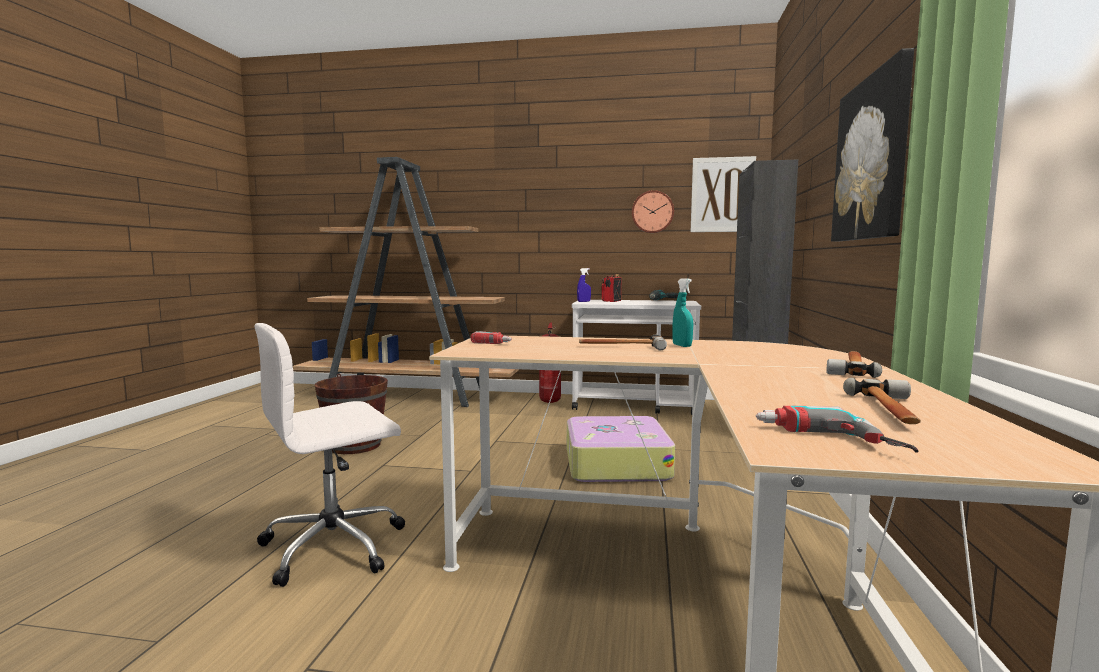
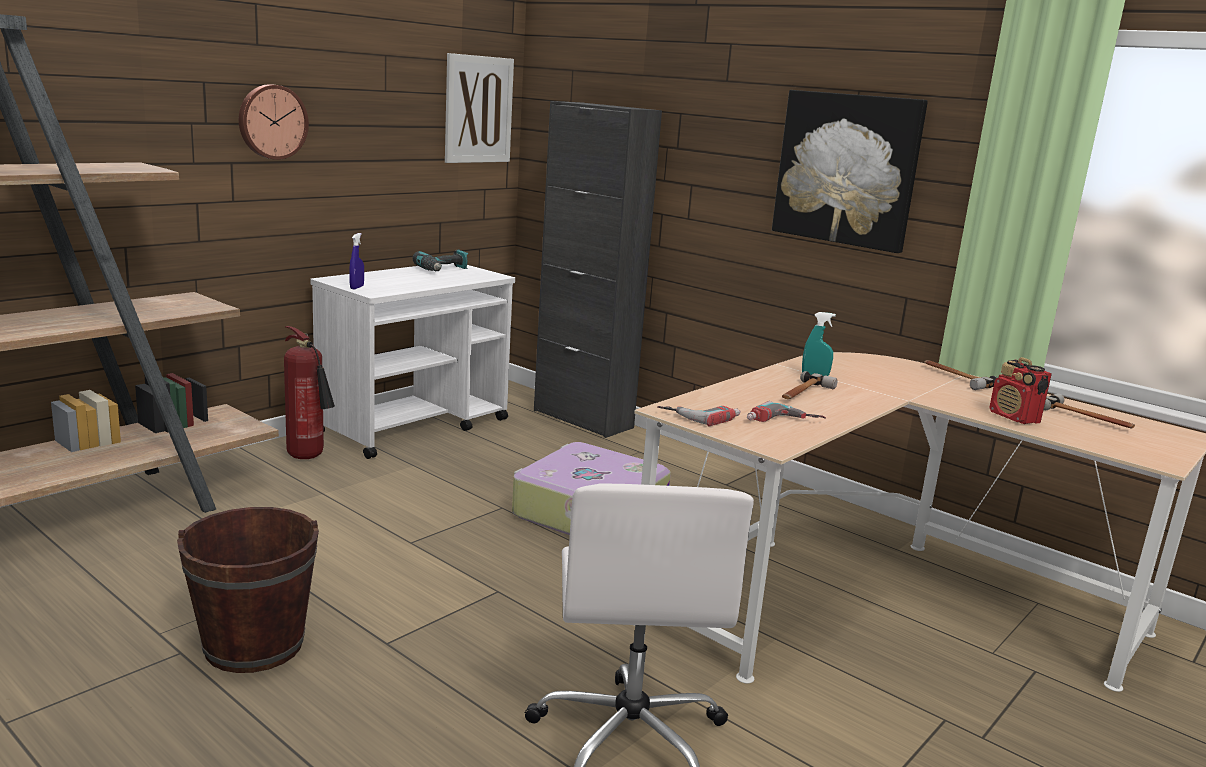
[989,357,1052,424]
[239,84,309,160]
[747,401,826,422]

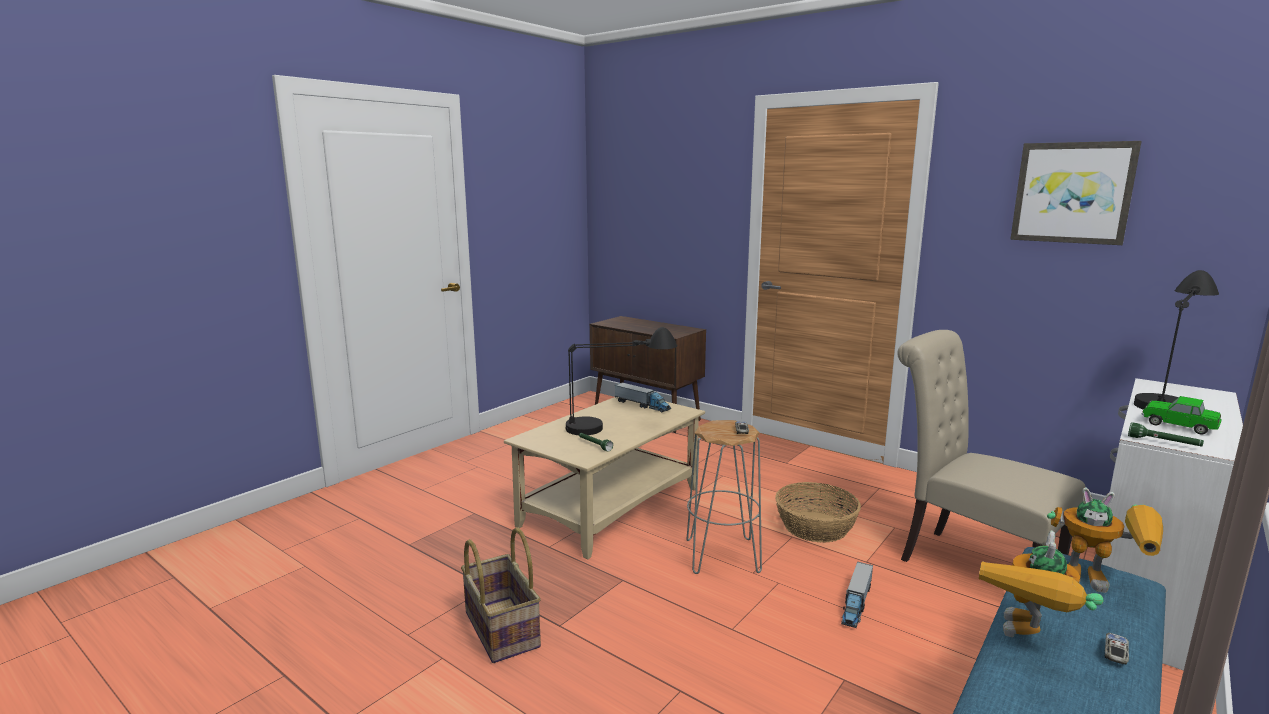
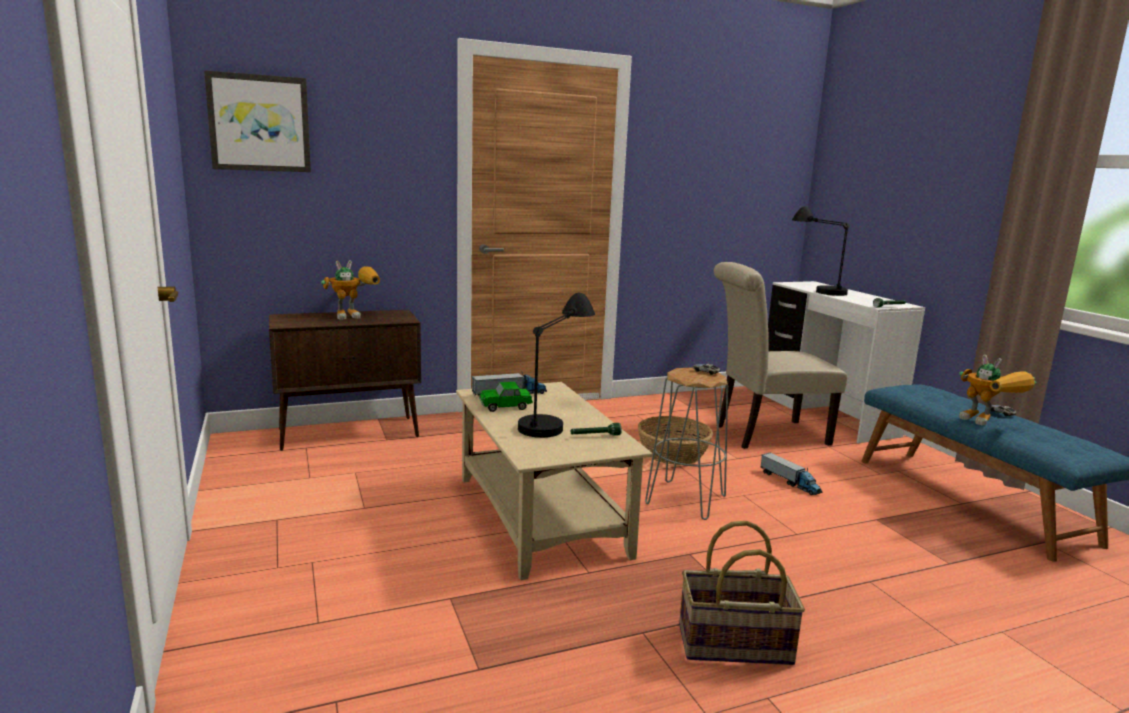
[204,70,311,172]
[321,260,380,320]
[479,382,533,412]

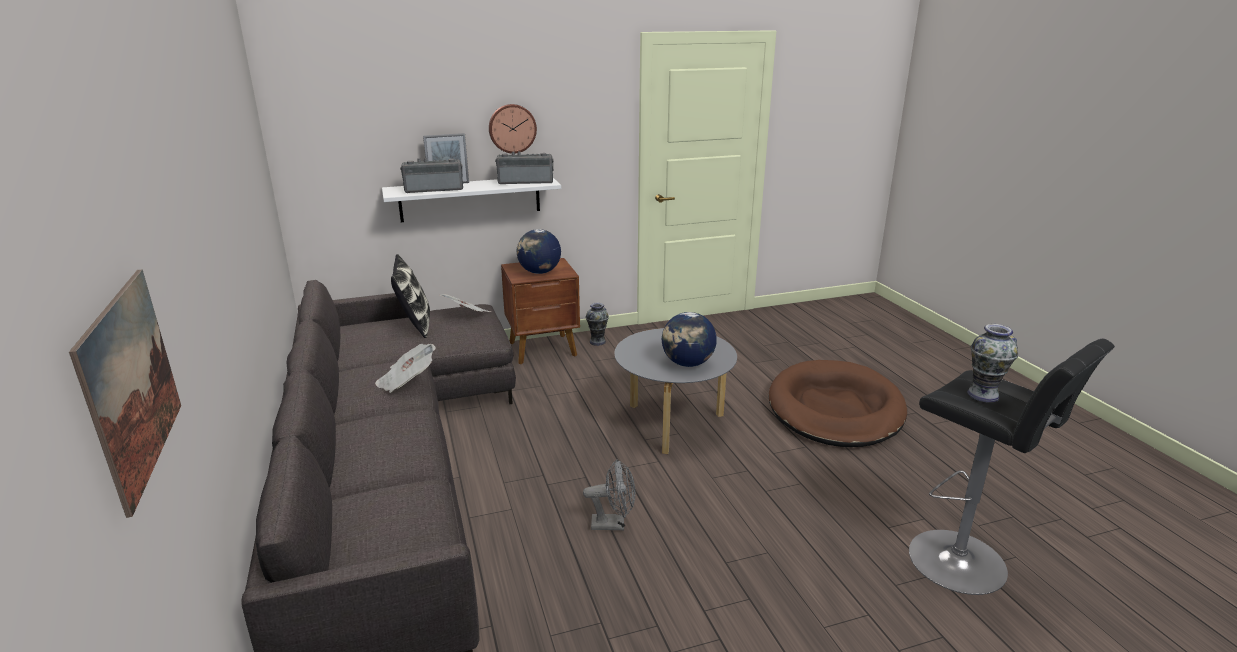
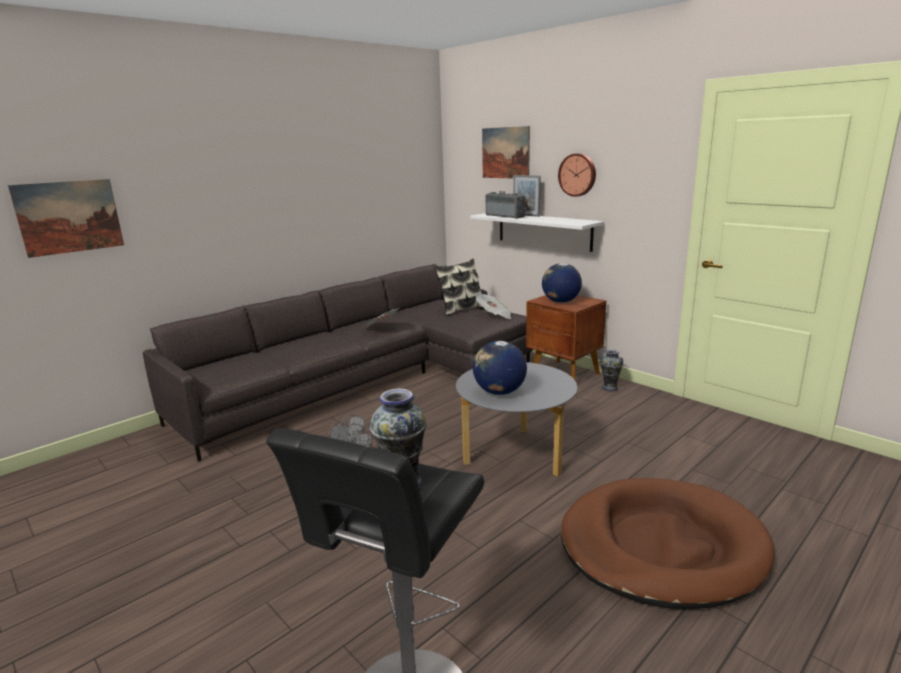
[495,151,554,185] (first image)
[482,126,530,179]

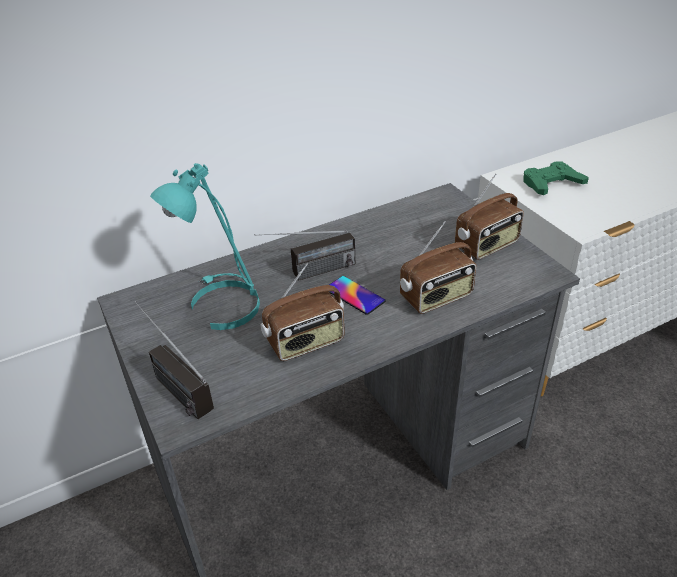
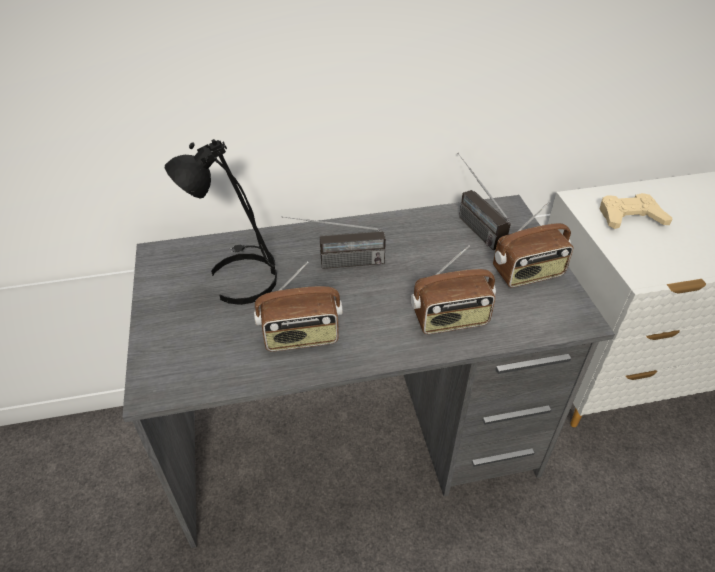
[458,153,511,250]
[165,139,277,305]
[329,276,386,315] (first image)
[600,193,672,229]

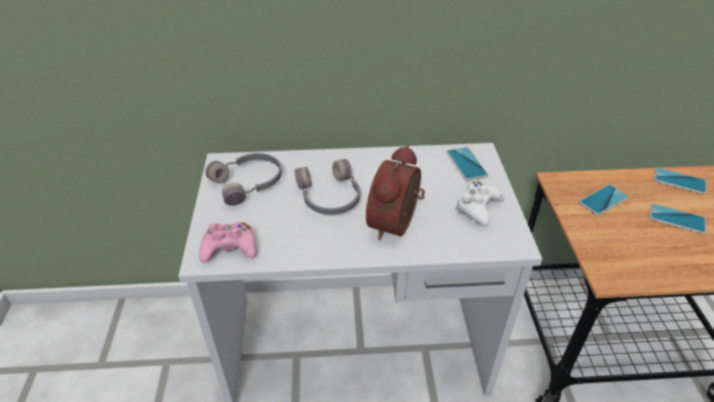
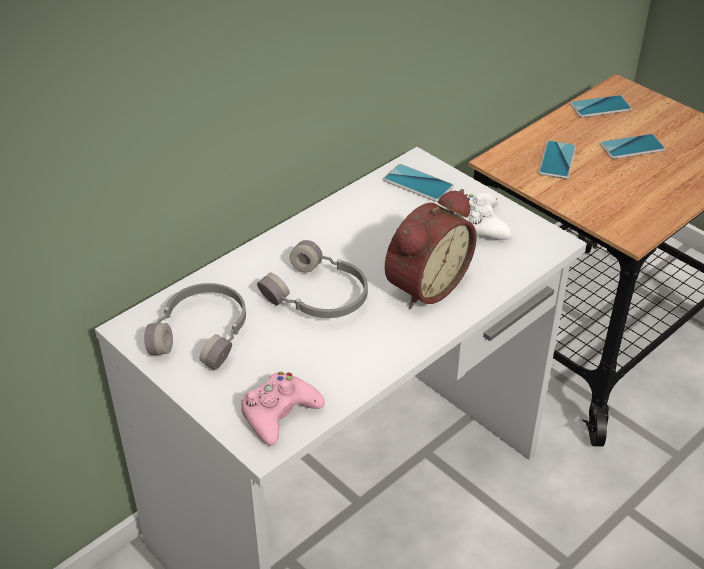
[385,189,477,309]

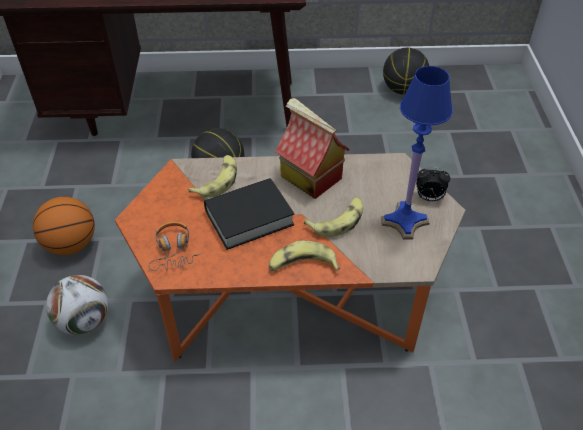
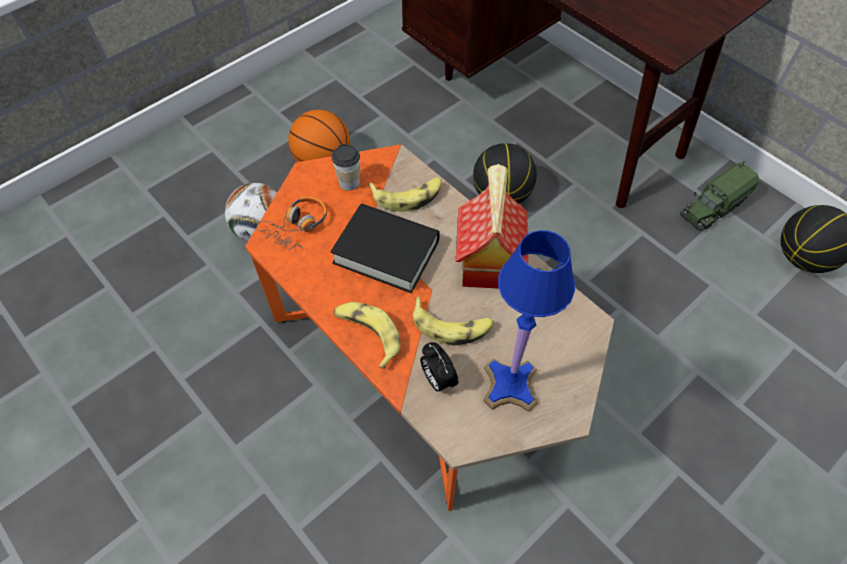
[420,342,459,392]
[332,144,360,191]
[680,161,760,230]

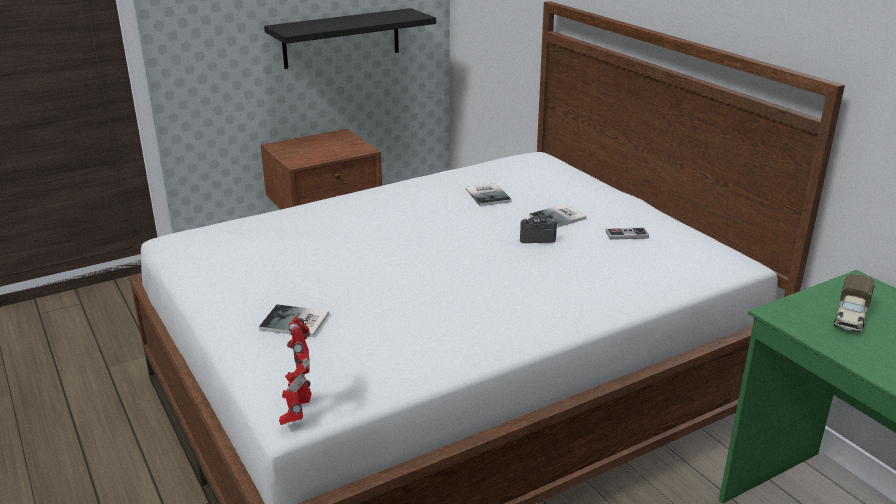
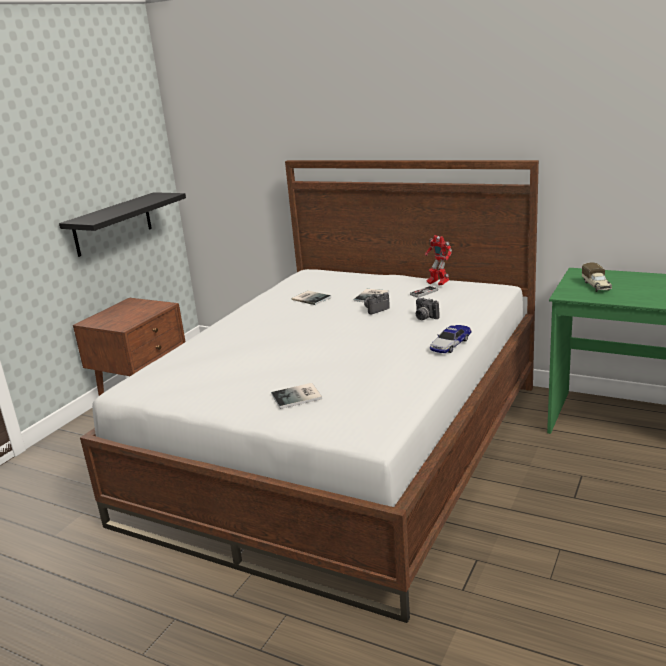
[425,235,452,286]
[416,297,440,320]
[430,325,472,353]

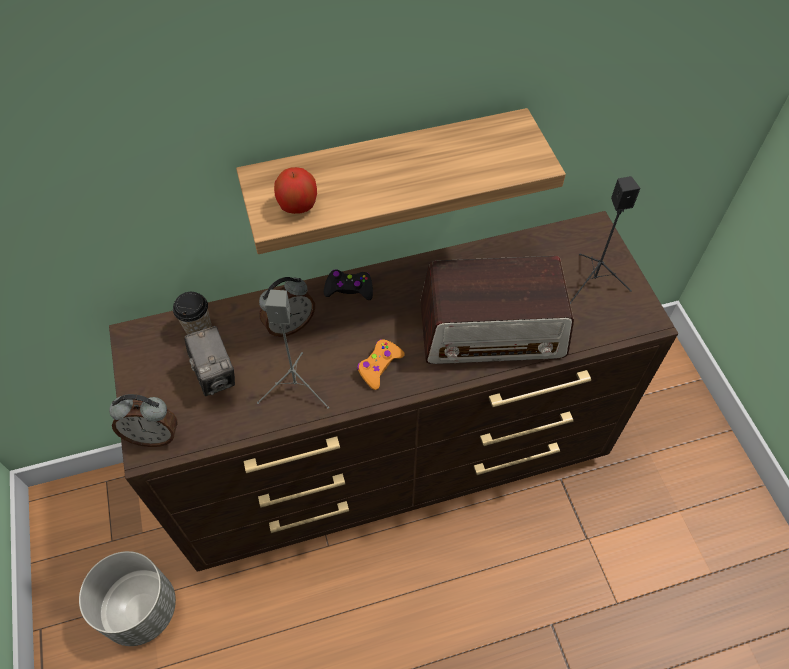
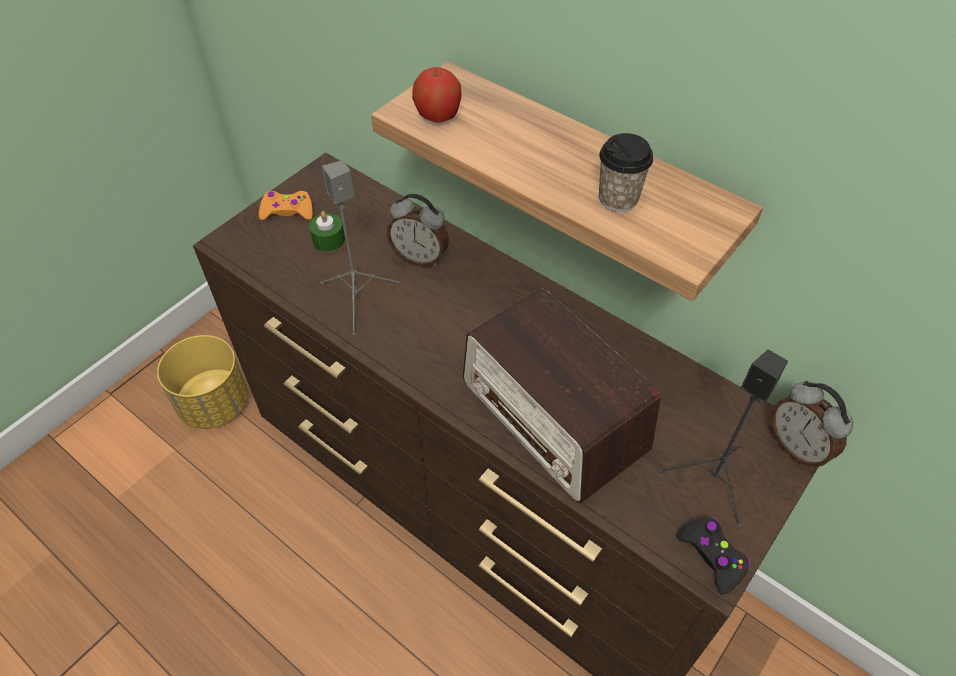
[157,335,248,429]
[771,381,853,467]
[599,133,653,212]
[309,211,345,252]
[676,517,750,595]
[259,191,313,221]

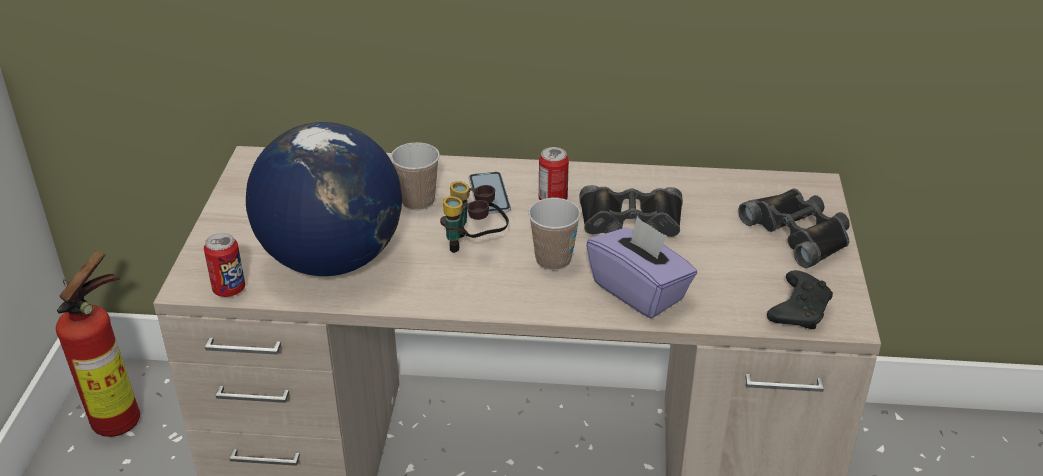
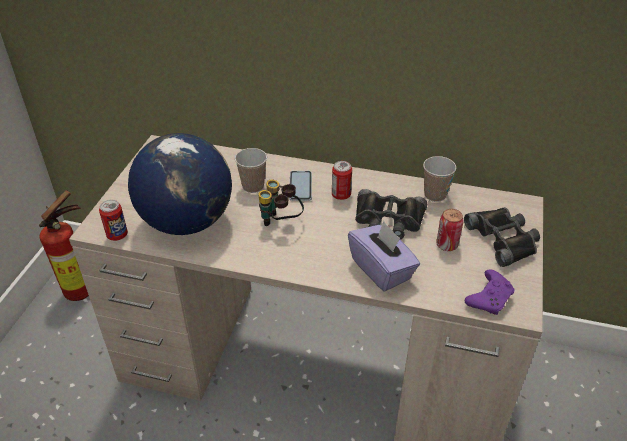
[423,156,456,202]
[465,269,514,315]
[436,209,464,251]

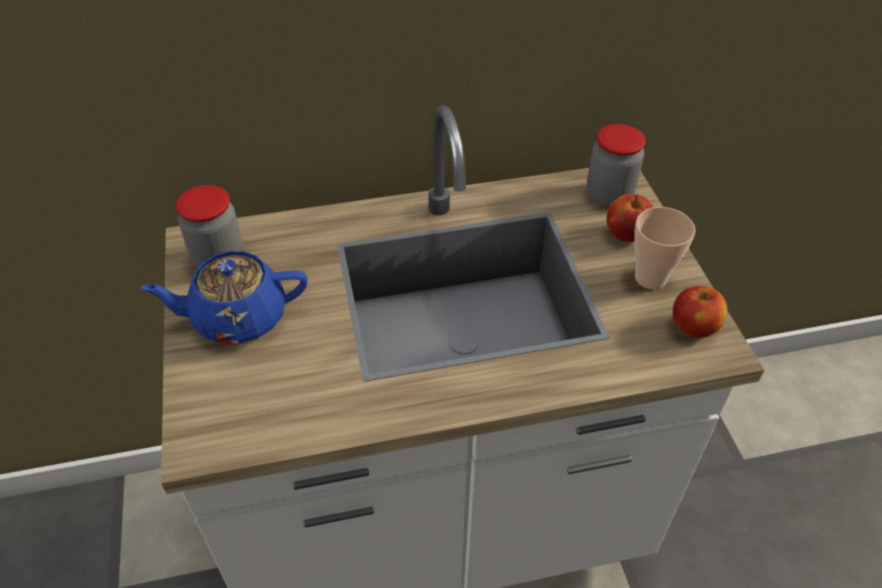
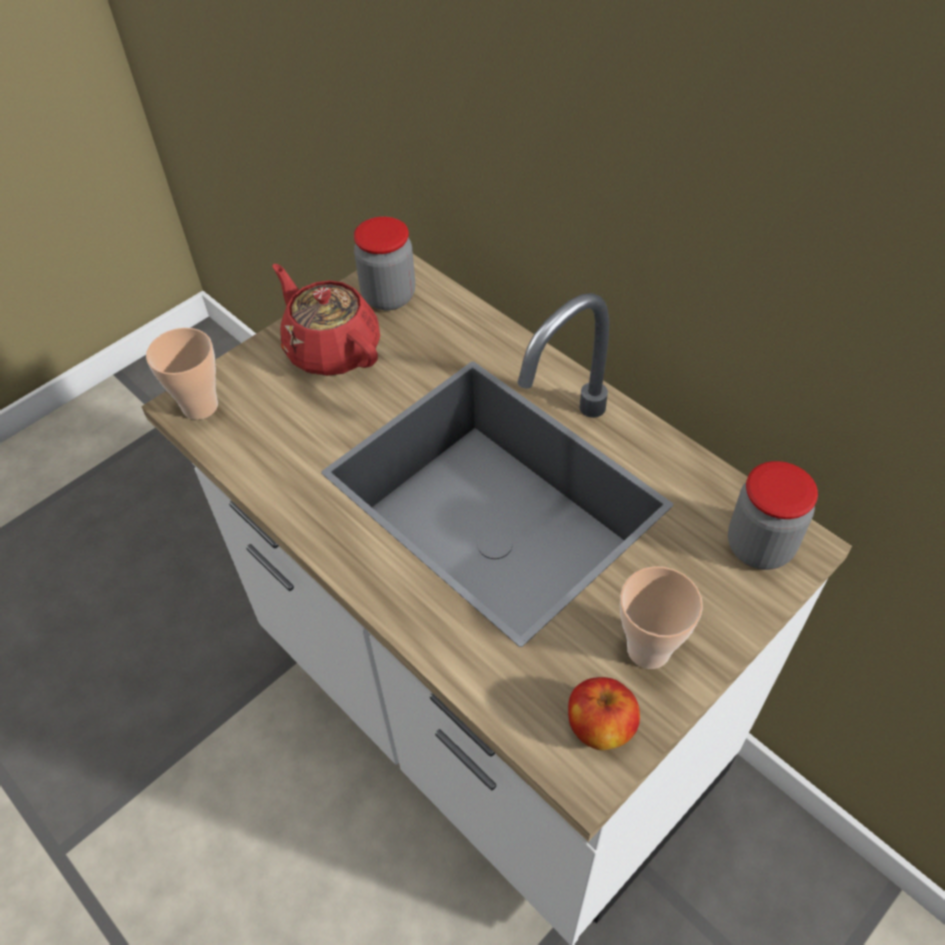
[272,264,380,376]
[607,194,653,242] (first image)
[146,328,218,420]

